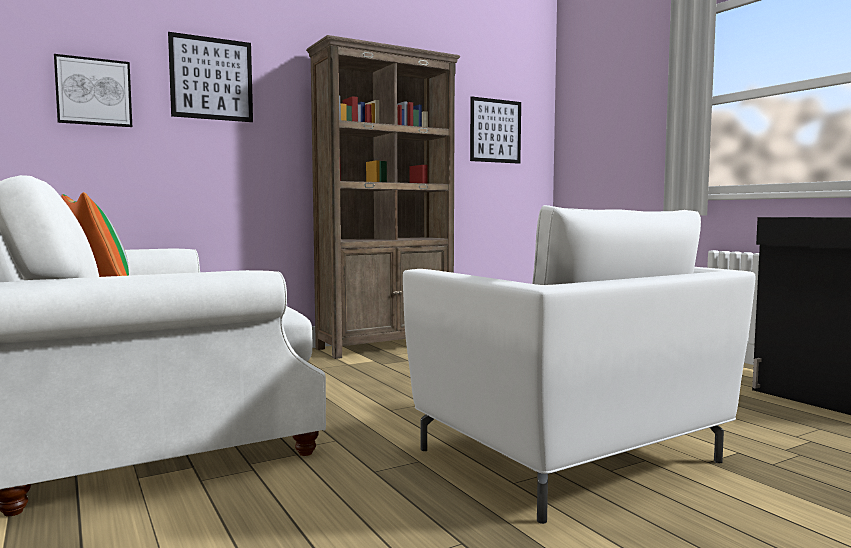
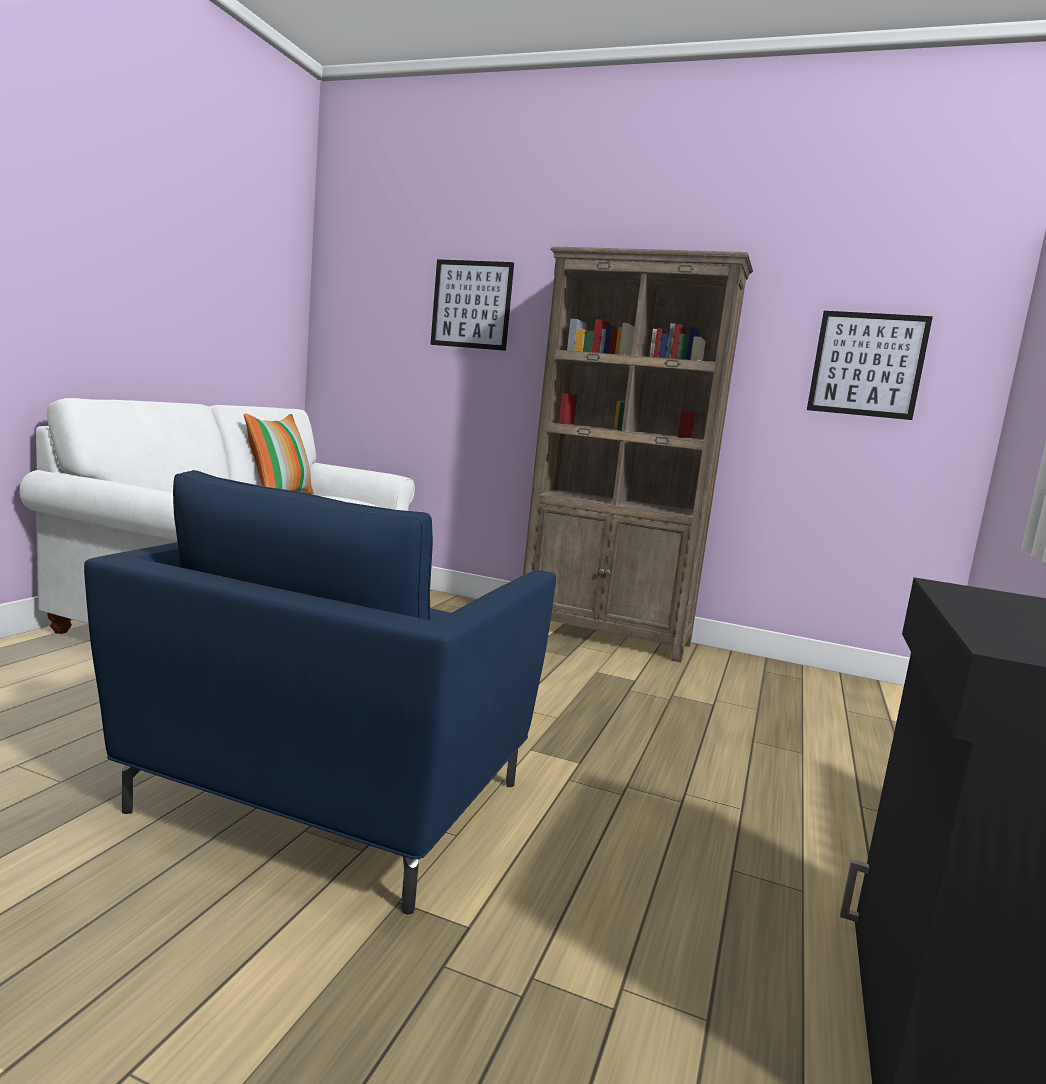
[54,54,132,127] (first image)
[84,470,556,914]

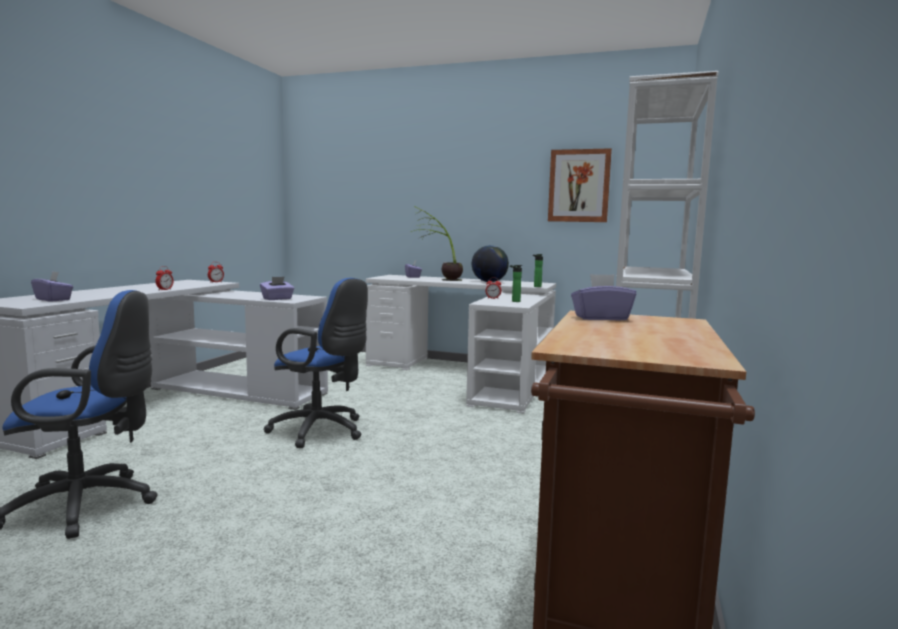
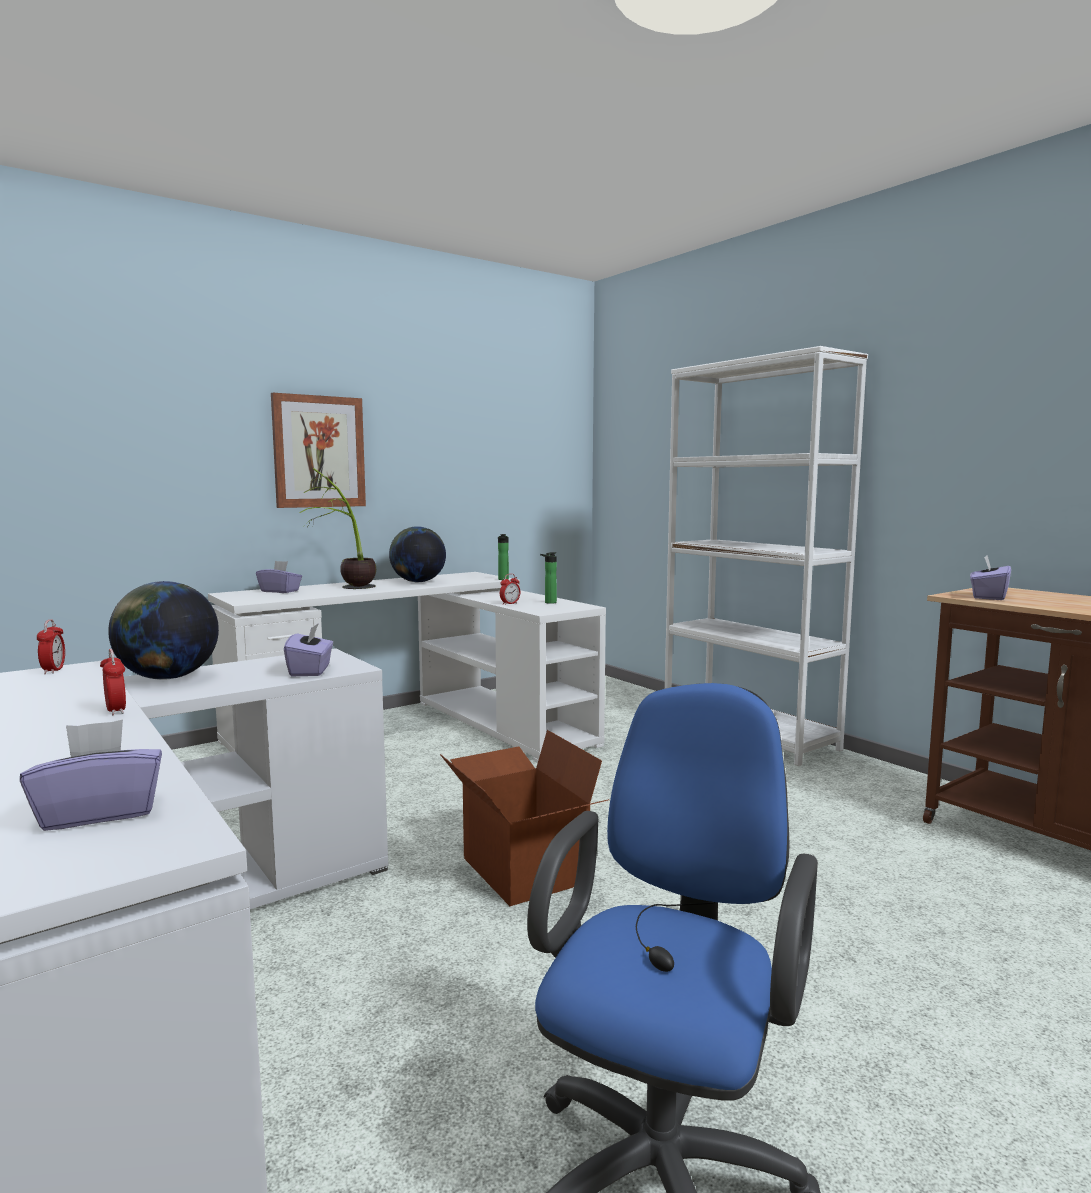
[440,730,609,906]
[271,393,366,508]
[108,581,219,680]

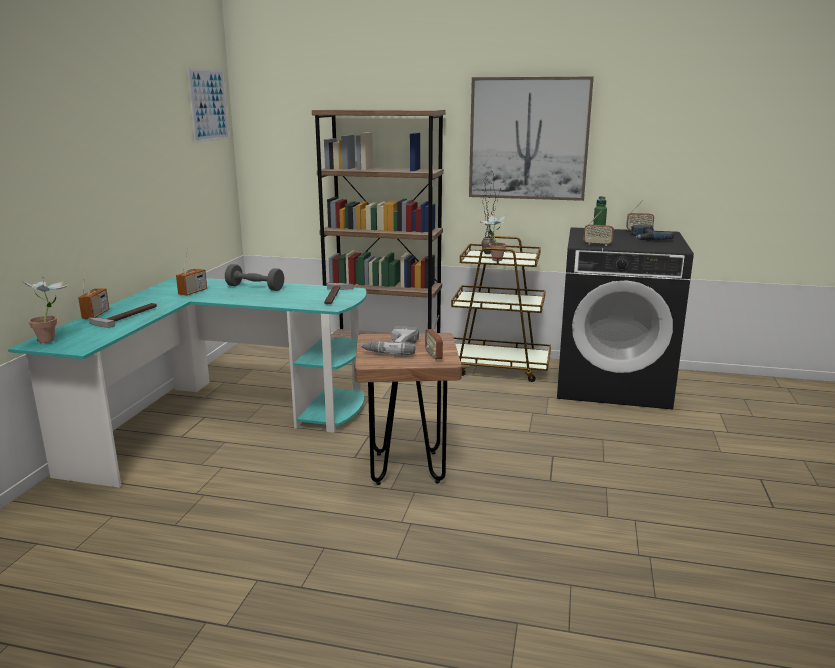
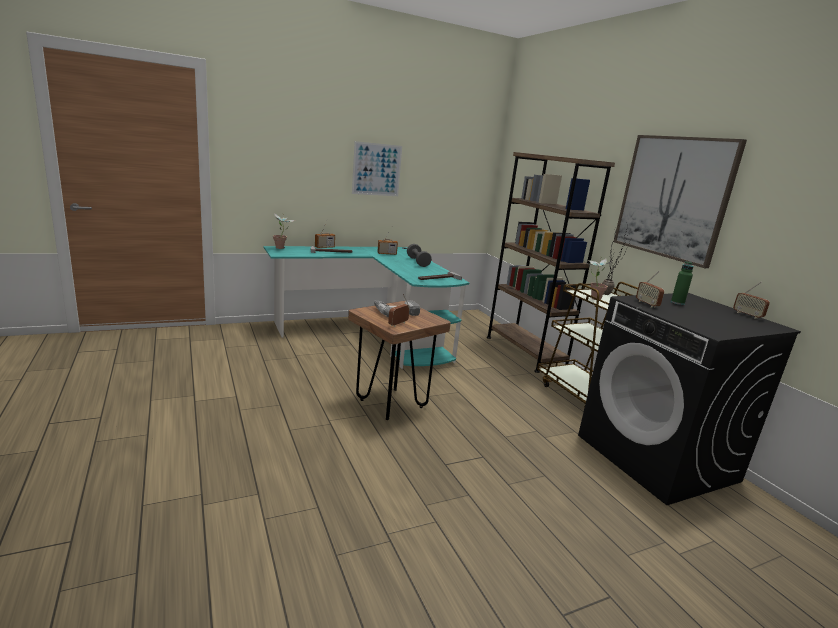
[352,141,402,196]
[631,224,674,241] (first image)

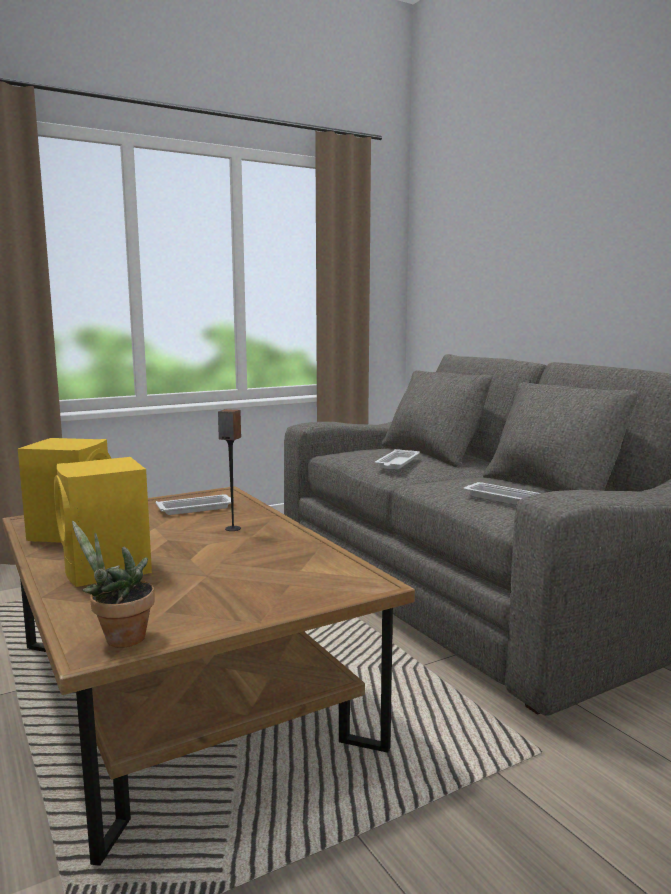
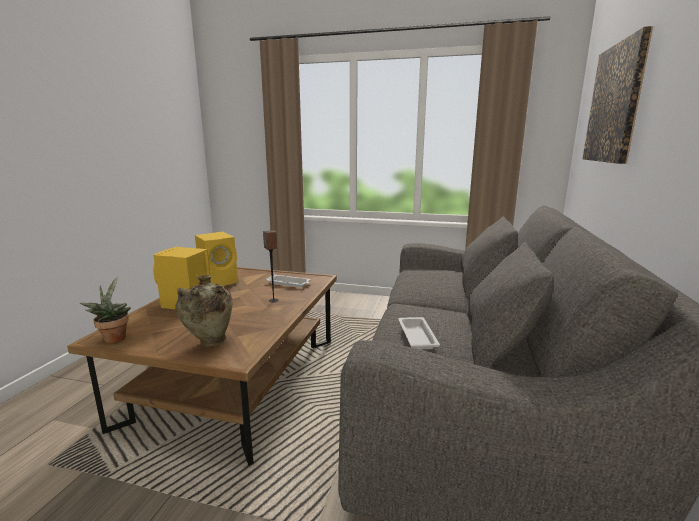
[375,449,420,469] (first image)
[175,275,233,346]
[583,26,653,164]

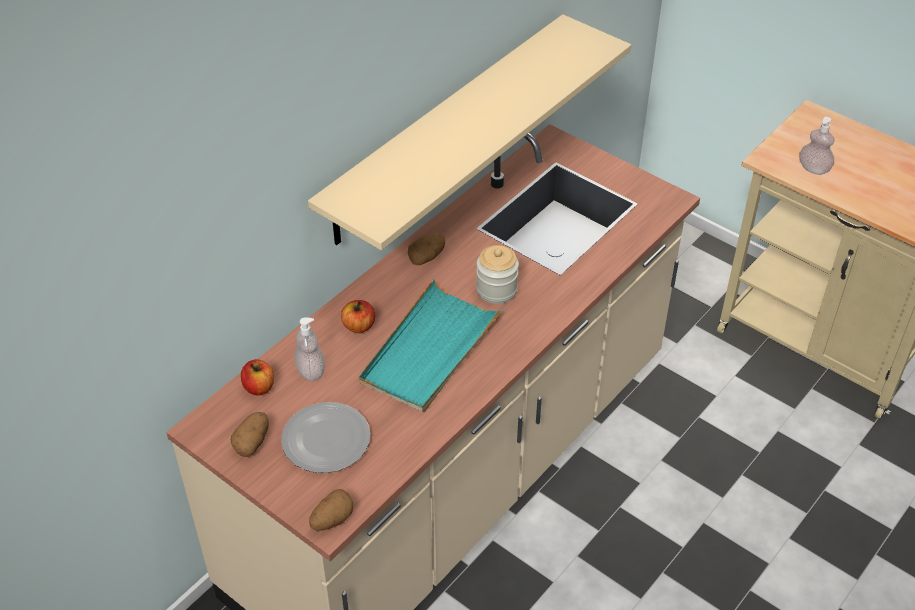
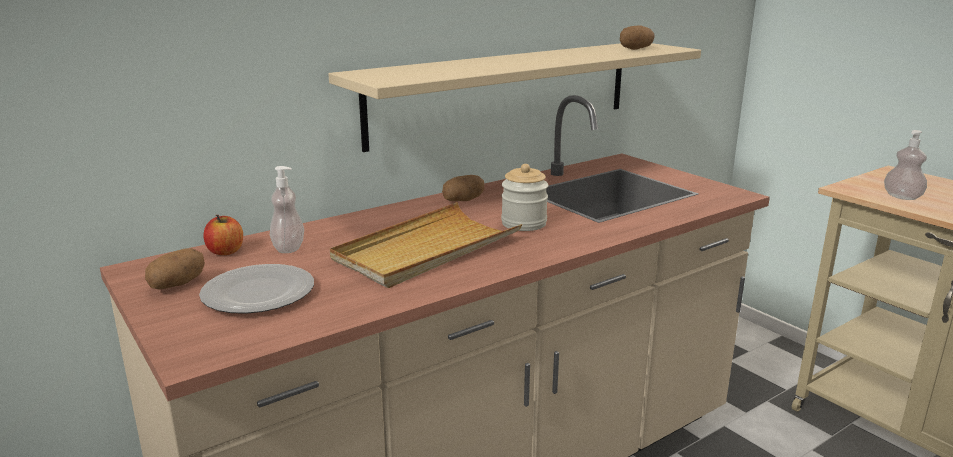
[620,26,655,50]
[341,300,375,333] (first image)
[330,202,522,288]

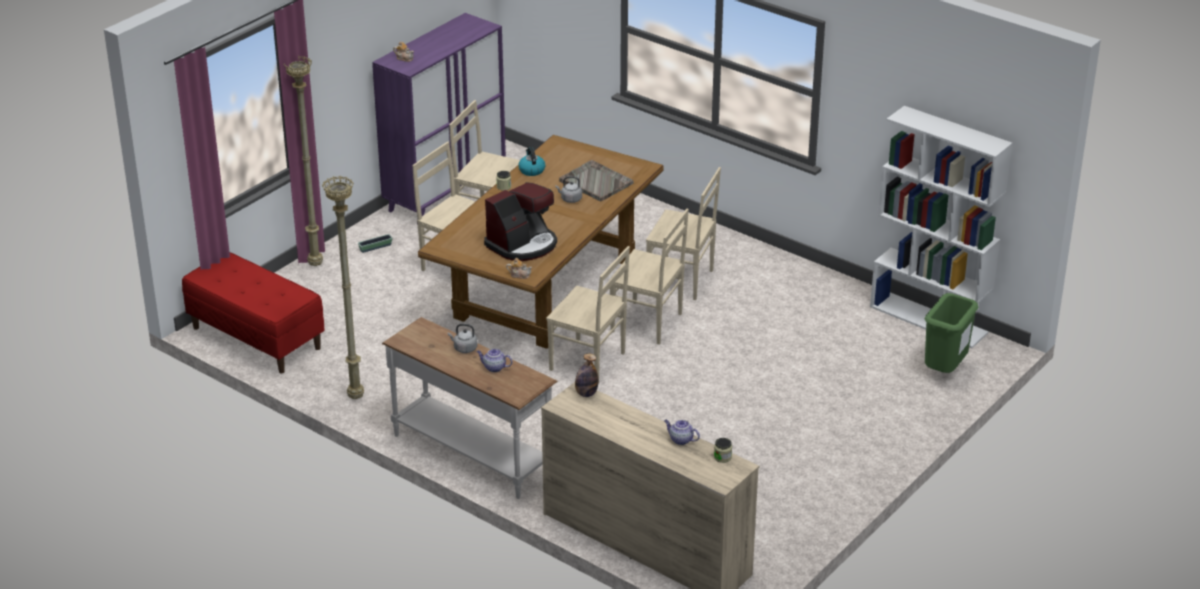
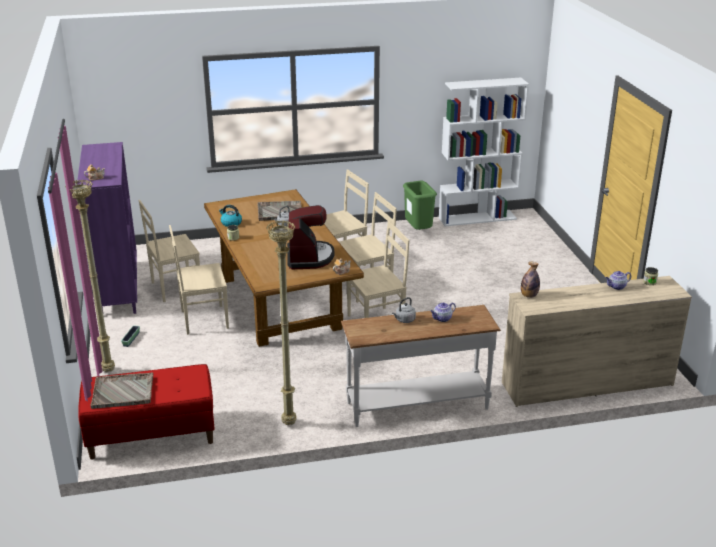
[403,181,437,230]
[90,372,153,409]

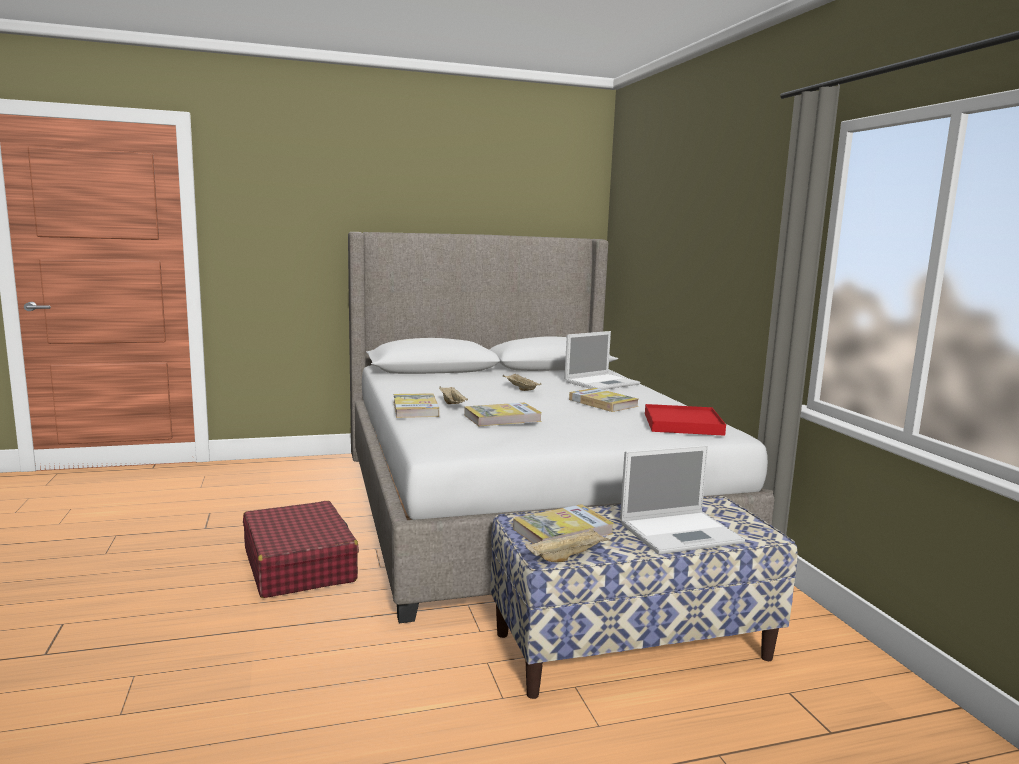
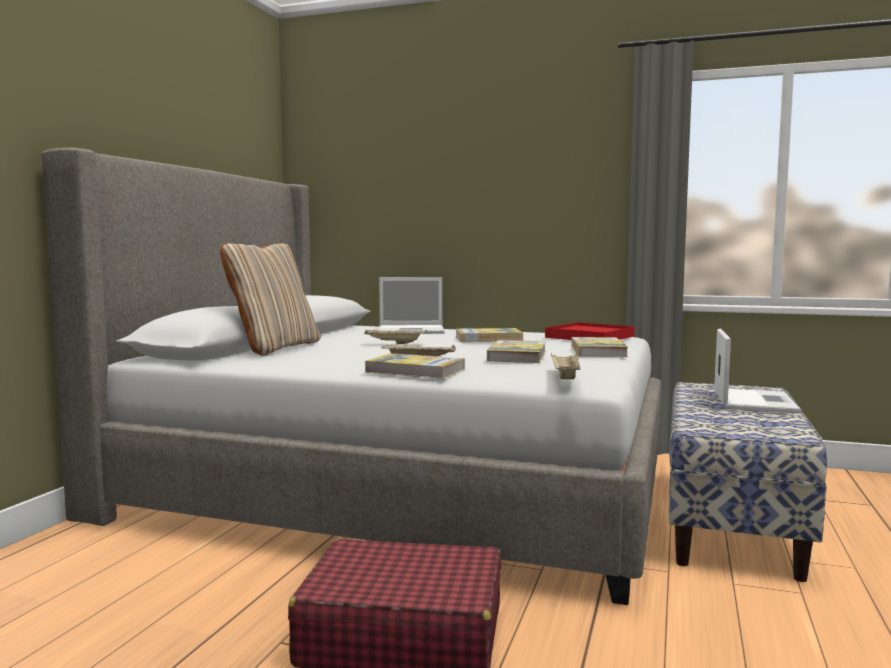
[571,337,628,357]
[551,353,581,379]
[378,277,444,334]
[220,243,321,356]

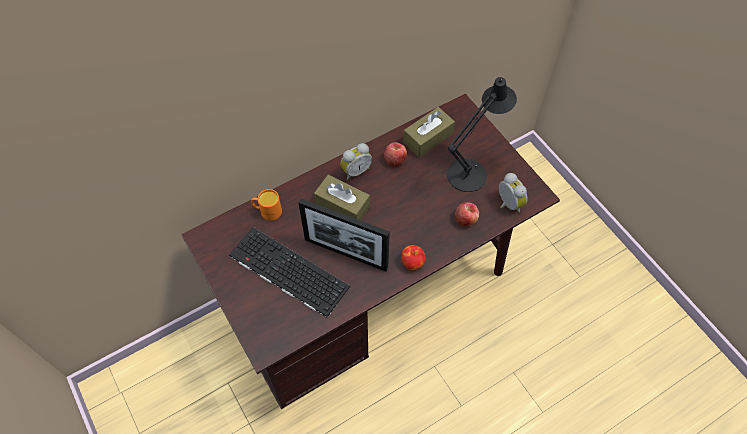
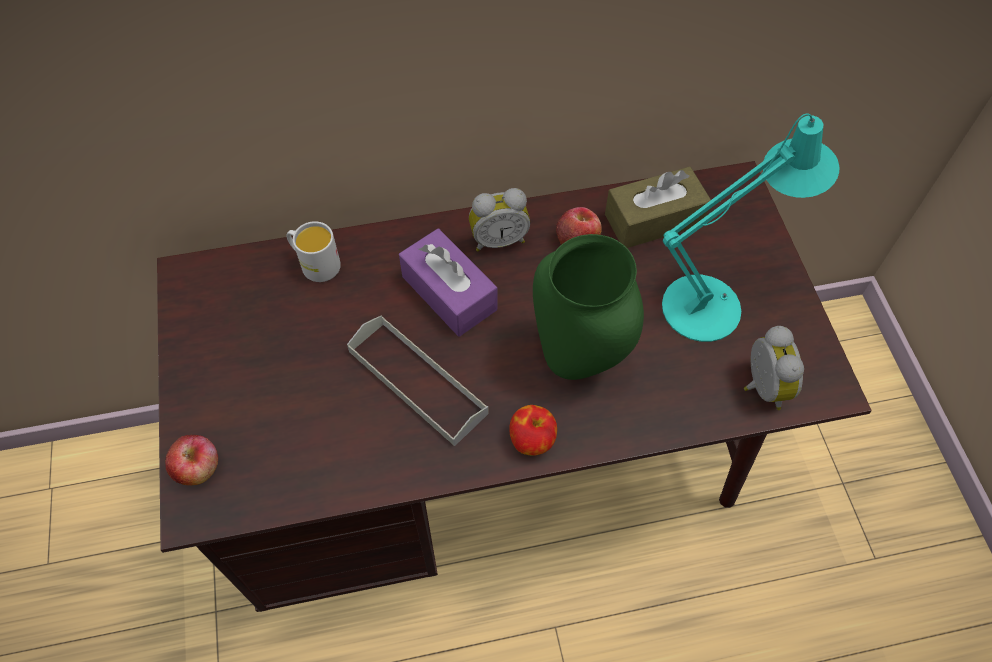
[229,227,350,318] (first image)
[286,221,341,282]
[347,315,489,446]
[399,228,497,337]
[662,113,839,342]
[165,435,218,485]
[533,234,644,380]

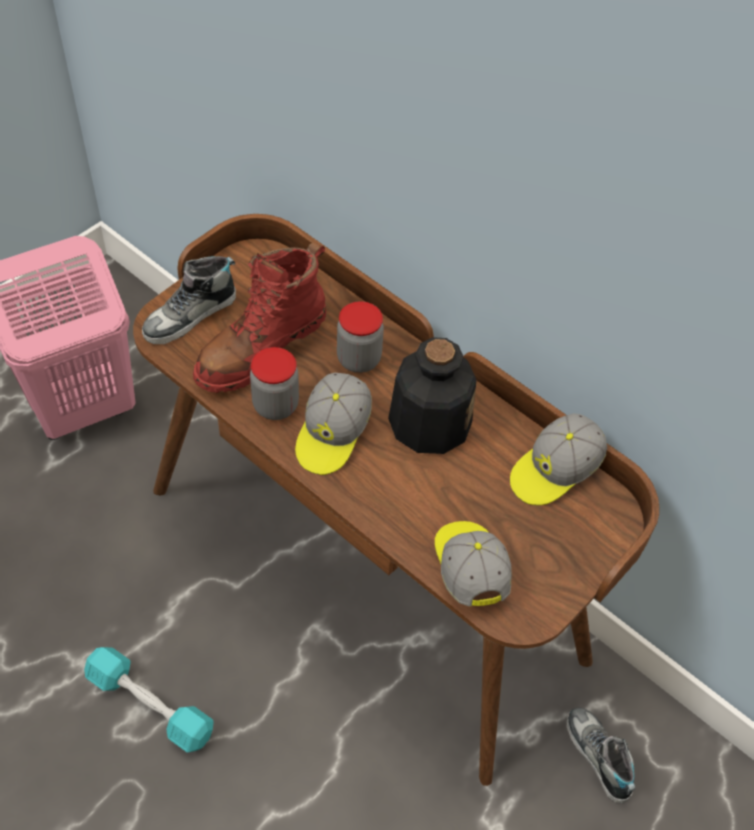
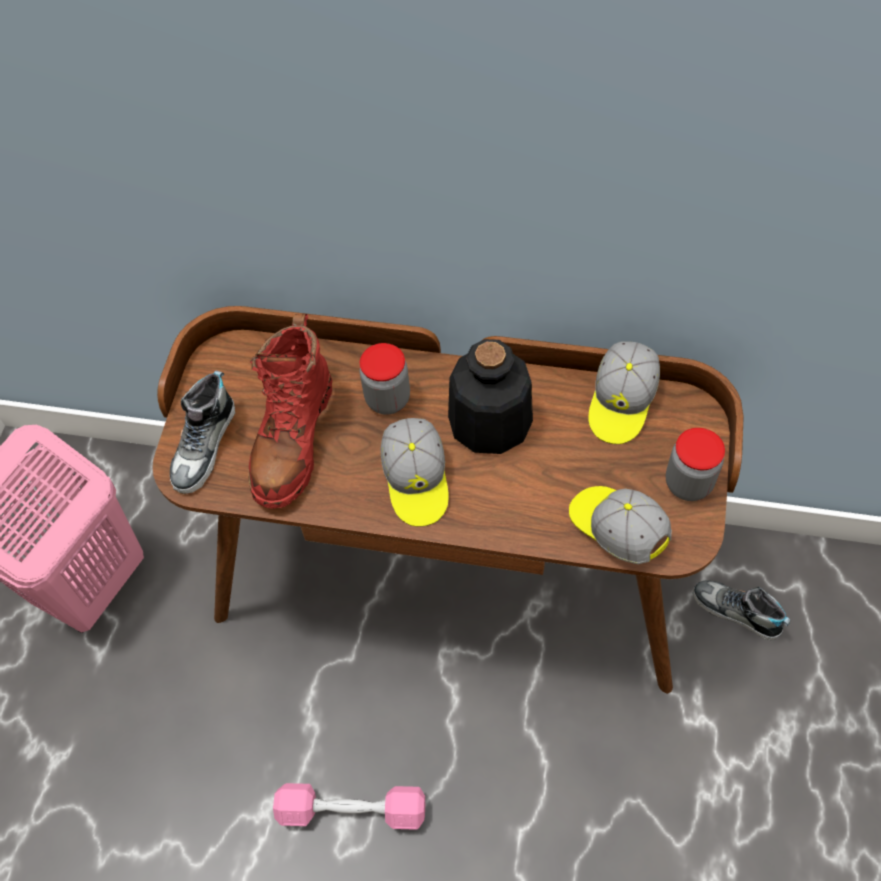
[273,783,425,830]
[666,428,725,501]

